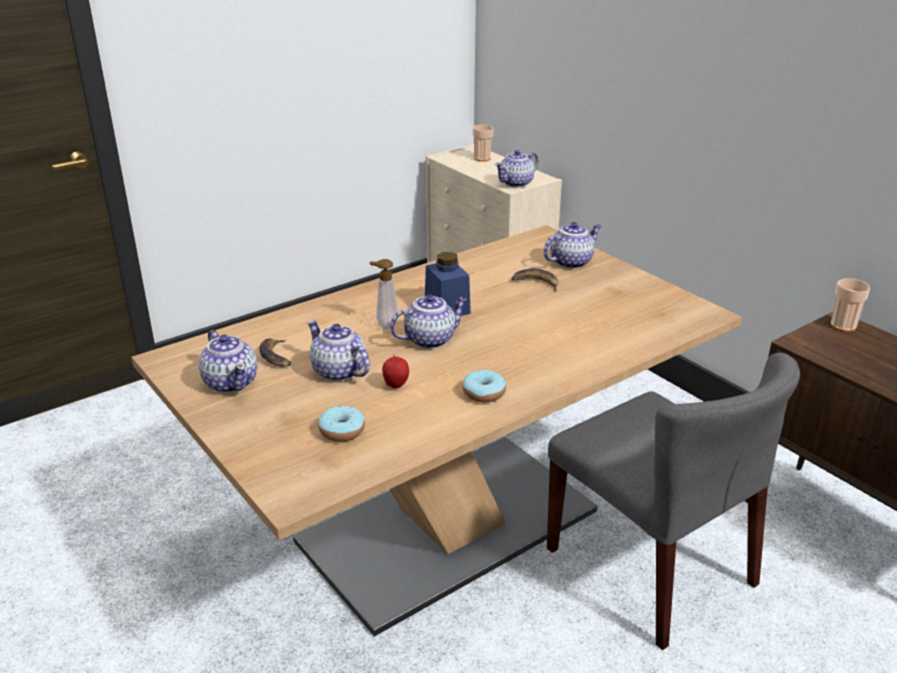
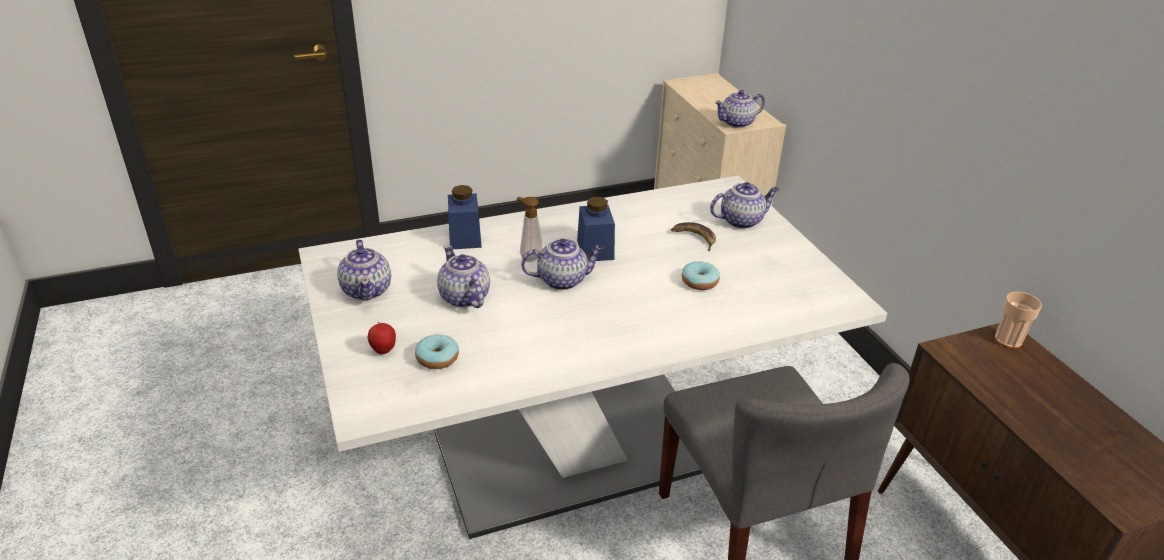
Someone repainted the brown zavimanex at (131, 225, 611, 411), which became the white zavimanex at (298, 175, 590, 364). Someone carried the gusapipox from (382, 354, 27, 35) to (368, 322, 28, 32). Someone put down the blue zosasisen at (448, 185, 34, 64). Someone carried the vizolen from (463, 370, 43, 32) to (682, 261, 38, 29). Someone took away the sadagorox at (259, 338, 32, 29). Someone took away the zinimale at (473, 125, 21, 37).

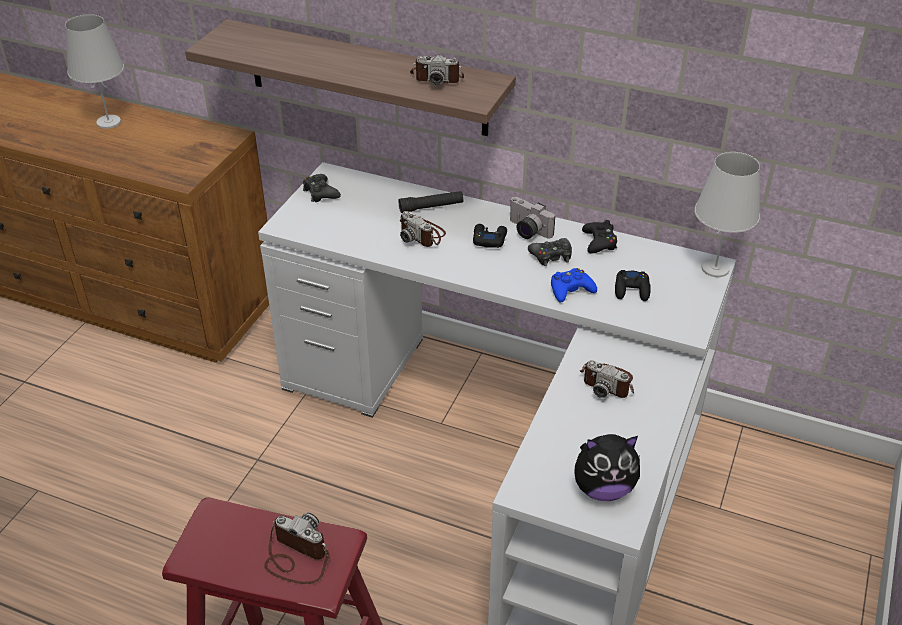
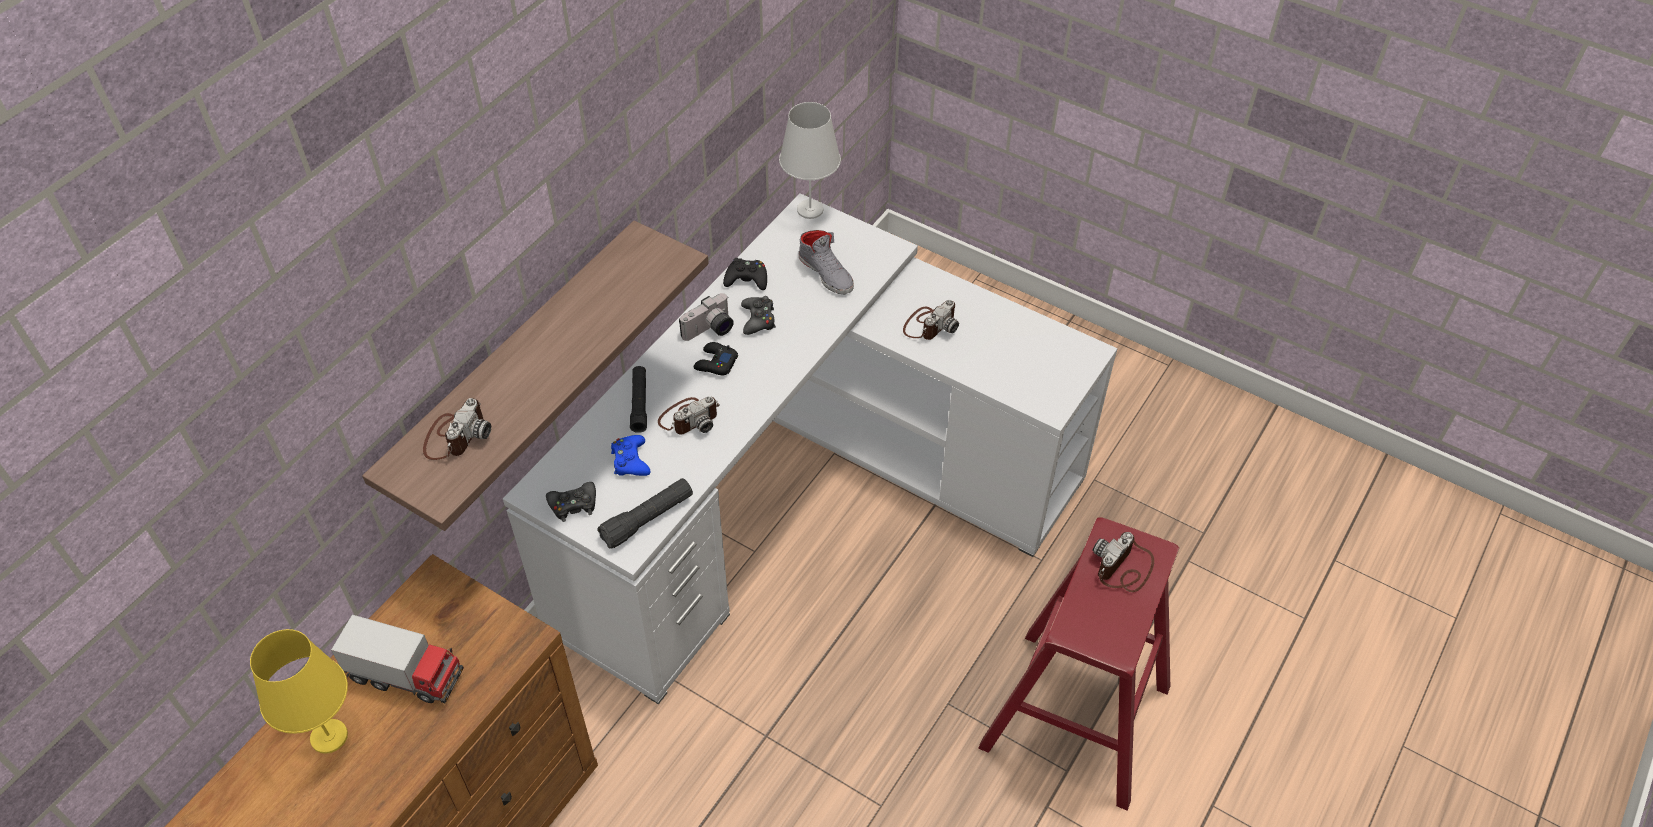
Someone repainted the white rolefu at (65, 14, 59, 115), which became the yellow rolefu at (250, 629, 98, 125). Someone put down the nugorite at (331, 614, 133, 89). Someone carried the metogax from (410, 55, 54, 30) to (423, 398, 68, 62). Someone put down the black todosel at (597, 478, 96, 71). Someone carried the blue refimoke from (551, 268, 46, 35) to (611, 435, 40, 41). Someone swapped the black refimoke at (615, 270, 36, 31) for the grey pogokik at (799, 230, 55, 64). Someone took away the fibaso at (574, 434, 66, 67).

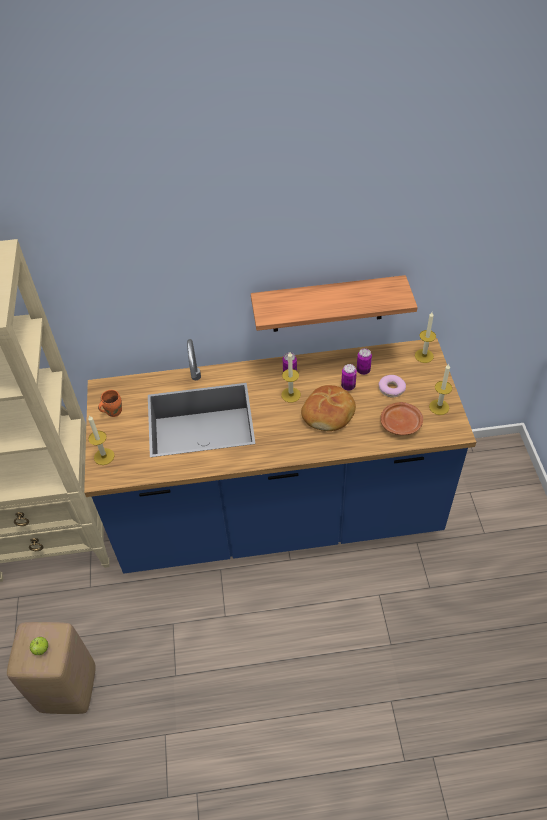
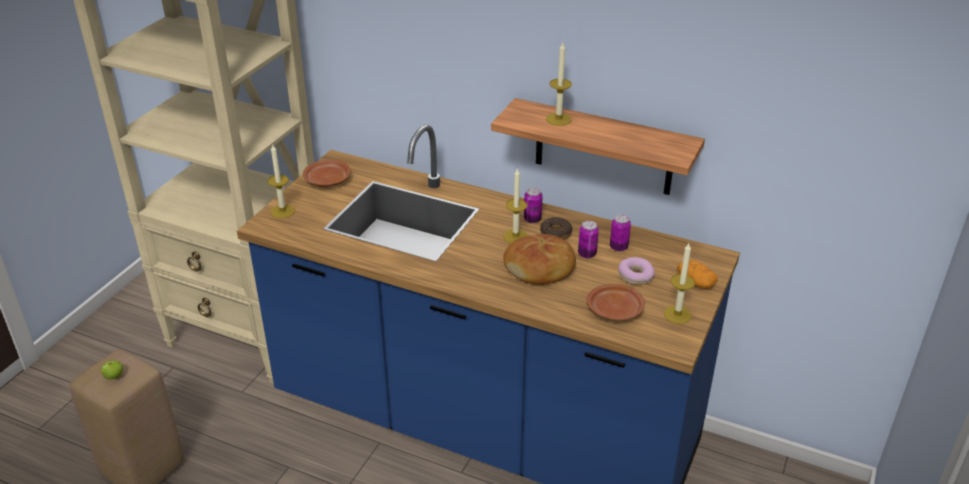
Someone swapped the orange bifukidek at (98, 390, 24, 27) for the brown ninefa at (303, 160, 48, 27). Someone put down the vizolen at (540, 217, 32, 23). Someone carried the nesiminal from (415, 313, 21, 50) to (546, 43, 26, 83). Someone put down the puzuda at (677, 260, 41, 29).

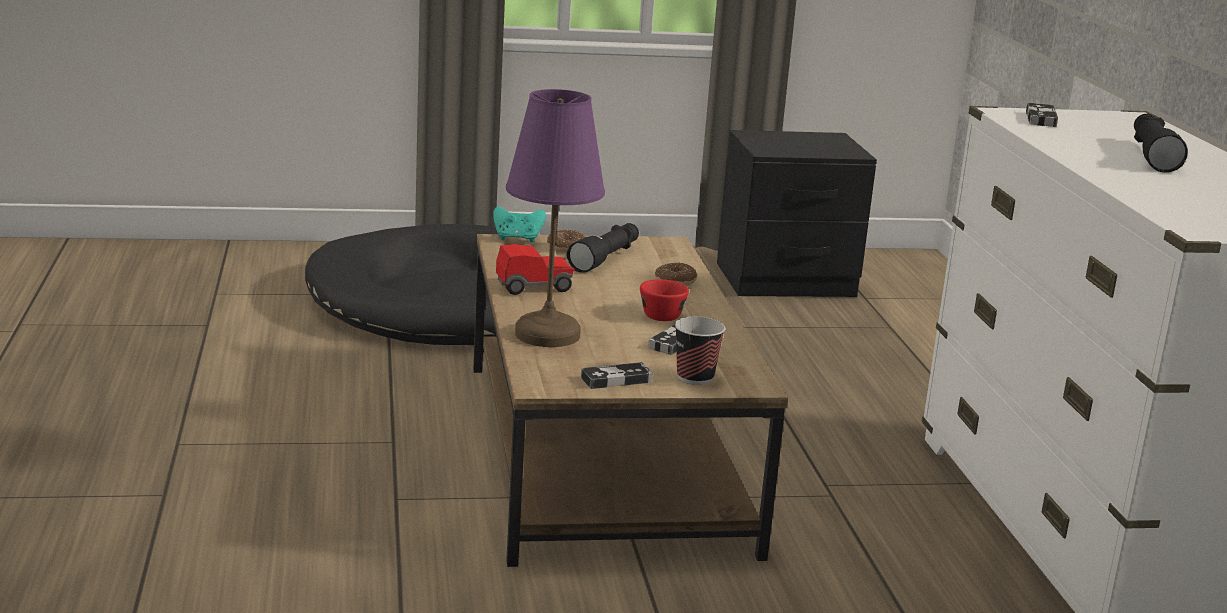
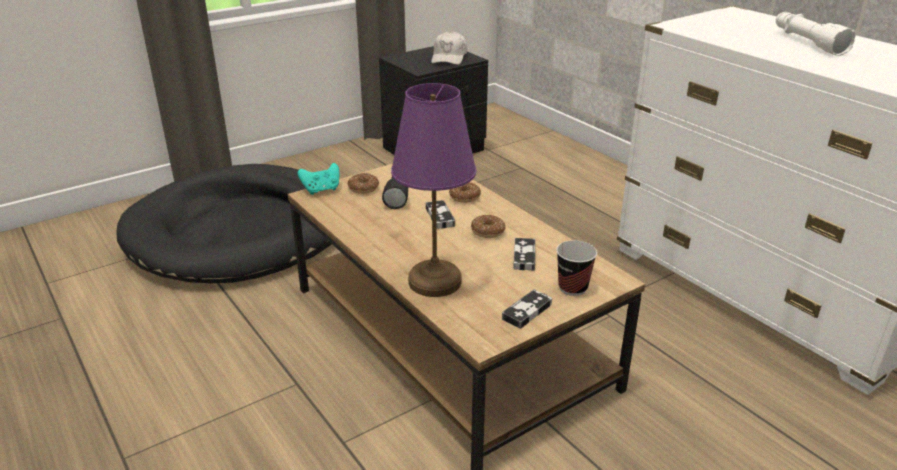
Someone carried the refimoke from (1026, 103, 32, 24) to (426, 200, 29, 29). Someone put down the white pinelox at (431, 31, 36, 34). Someone swapped the red zinimale at (640, 279, 49, 42) for the vizolen at (471, 215, 35, 23). Someone repainted the black todosel at (1134, 114, 54, 59), which became the white todosel at (776, 12, 80, 44). Someone took away the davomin at (496, 244, 79, 51).

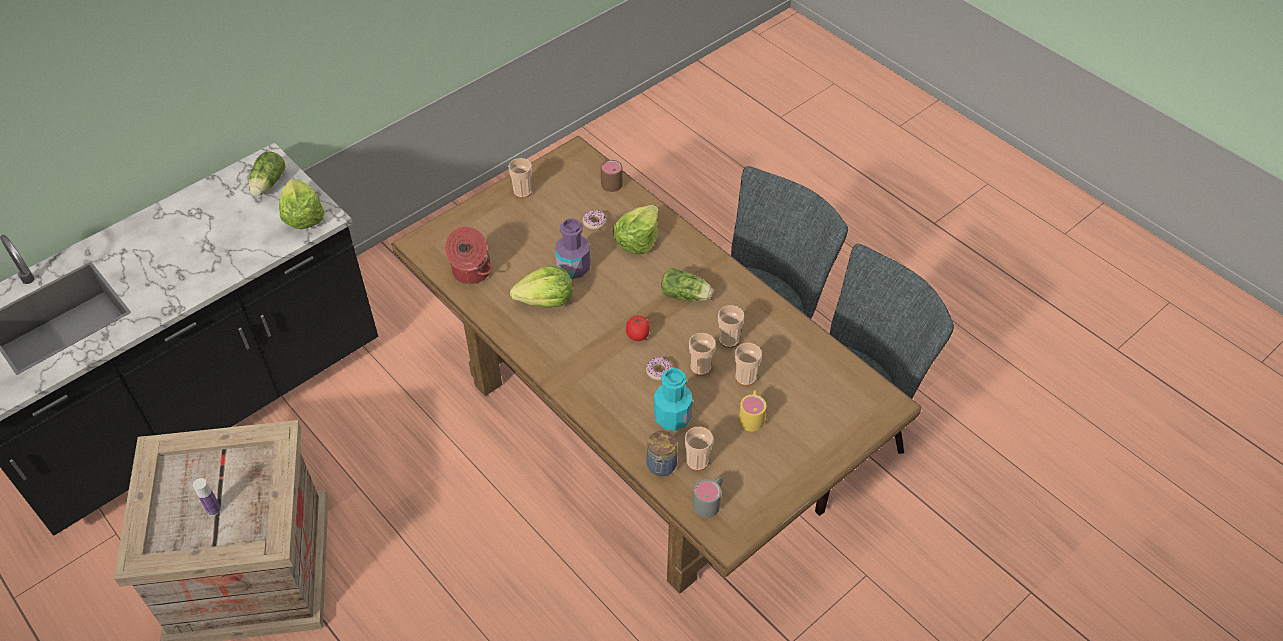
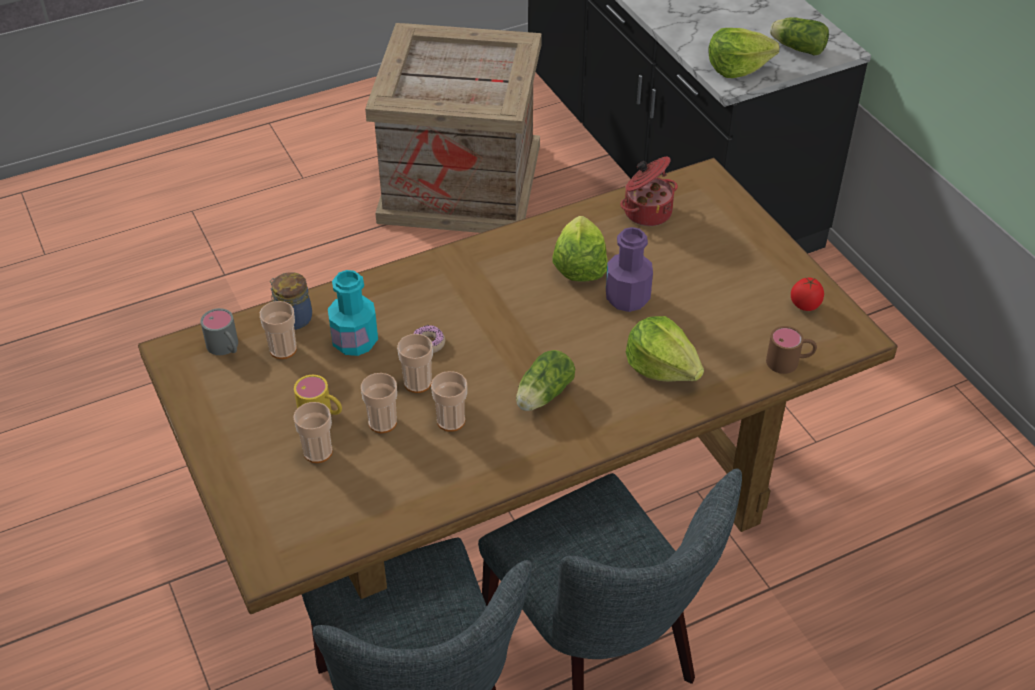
Someone carried the zinimale from (508, 158, 24, 40) to (293, 402, 40, 61). Someone carried the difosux from (626, 315, 24, 26) to (791, 277, 33, 34). Someone took away the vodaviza at (193, 478, 28, 38). Someone took away the vizolen at (583, 210, 24, 20).

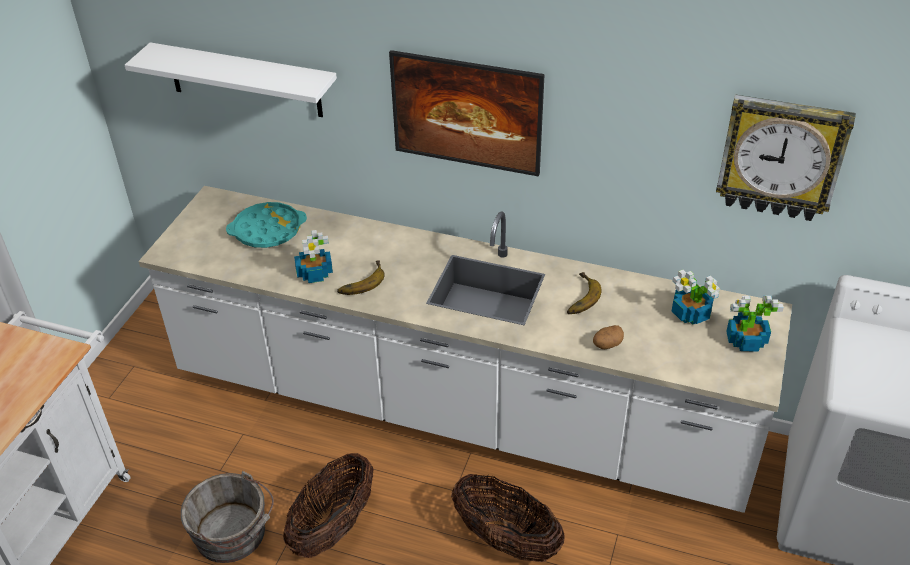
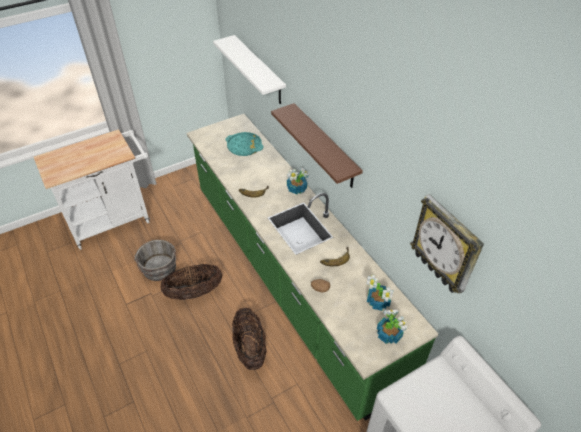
Someone repainted the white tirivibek at (138, 186, 654, 327), which became the green tirivibek at (187, 114, 251, 307). Someone swapped the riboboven at (389, 50, 156, 127) for the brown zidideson at (271, 103, 92, 85). Someone carried the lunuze from (294, 230, 39, 53) to (287, 168, 22, 26).

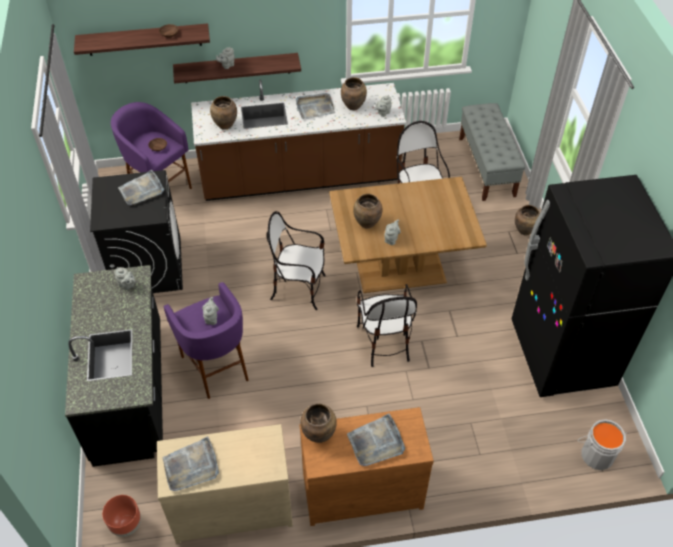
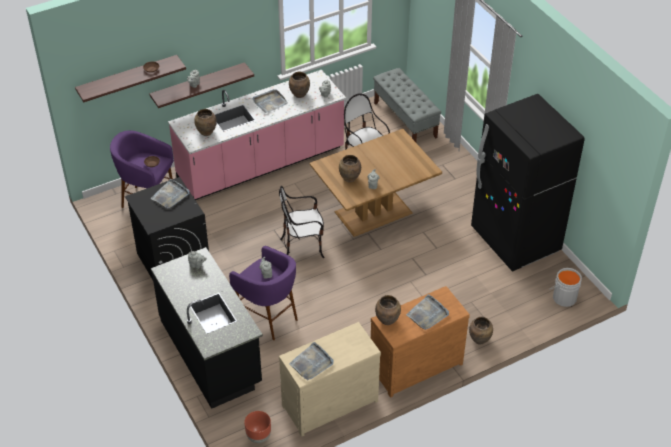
Someone repainted the brown tirivibek at (191, 79, 215, 122), which became the pink tirivibek at (168, 70, 178, 130). Someone carried the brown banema from (515, 205, 25, 30) to (469, 317, 24, 28). Someone took away the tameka at (357, 284, 60, 83).

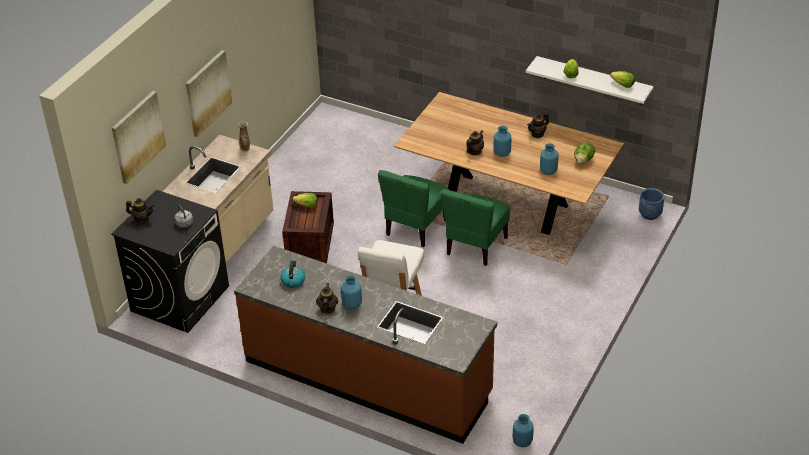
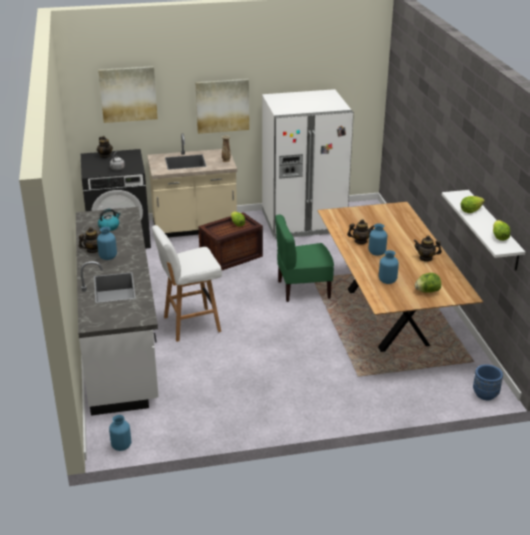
Someone repainted the brown tirivibek at (234, 245, 263, 199), which became the white tirivibek at (76, 207, 83, 209). Someone put down the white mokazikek at (262, 89, 92, 150). Someone took away the green tameka at (441, 189, 69, 77).

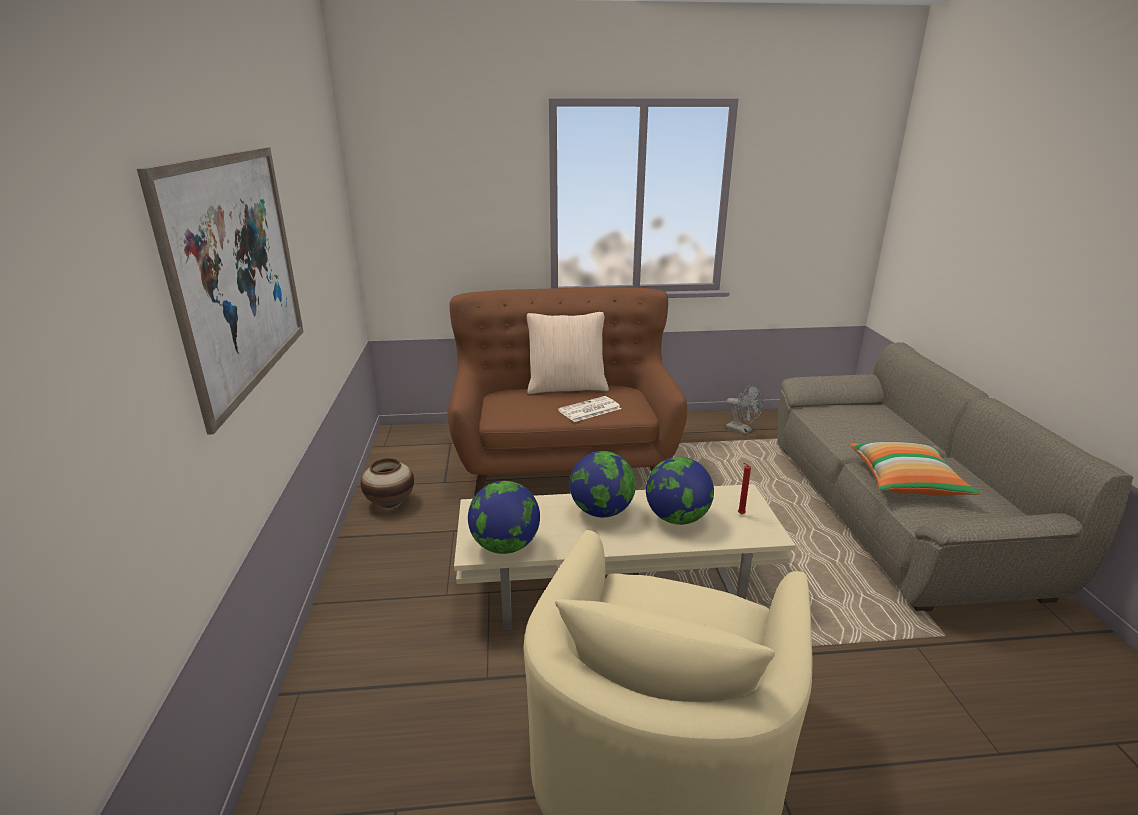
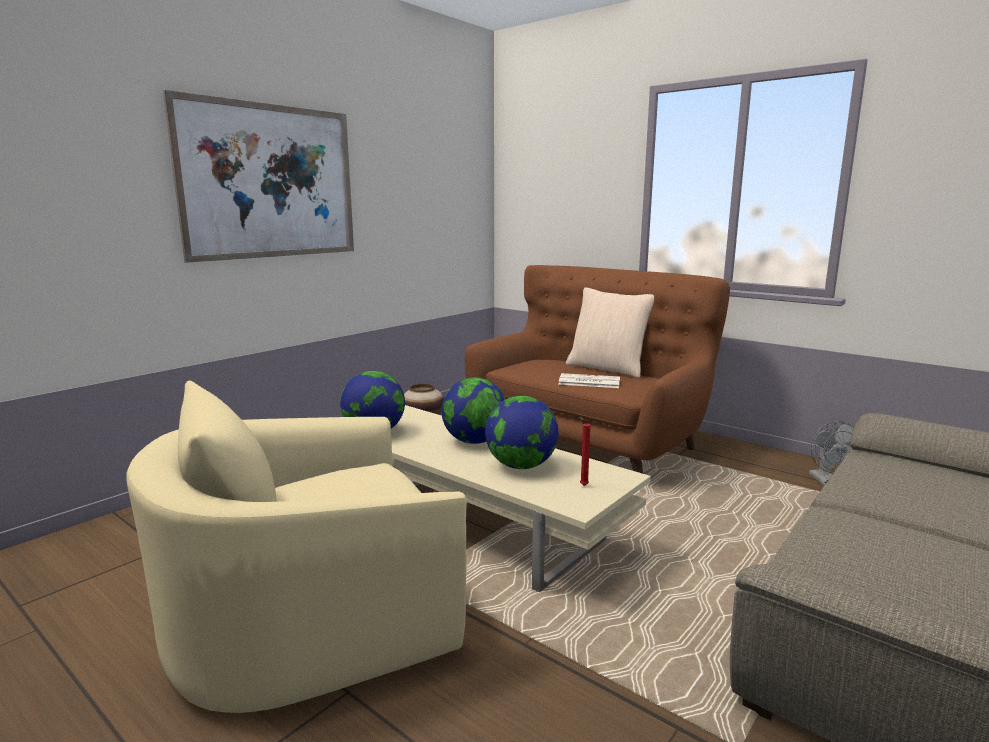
Someone took away the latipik at (850, 442, 130, 54).

